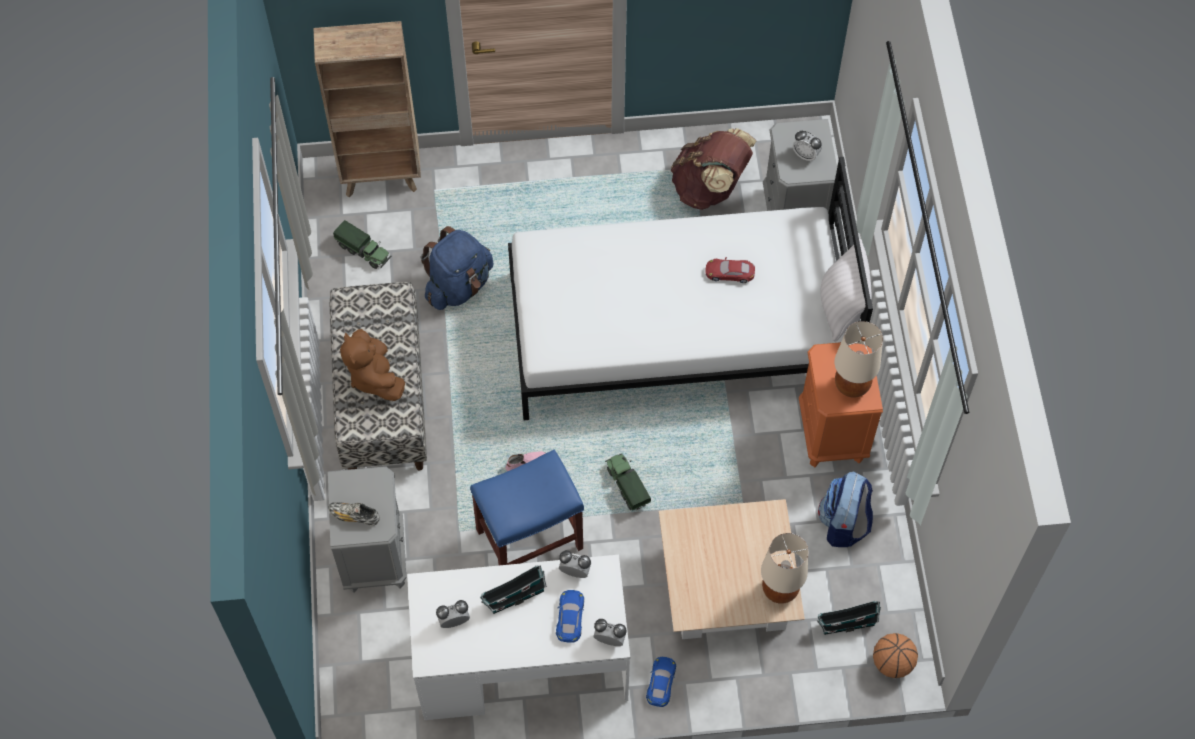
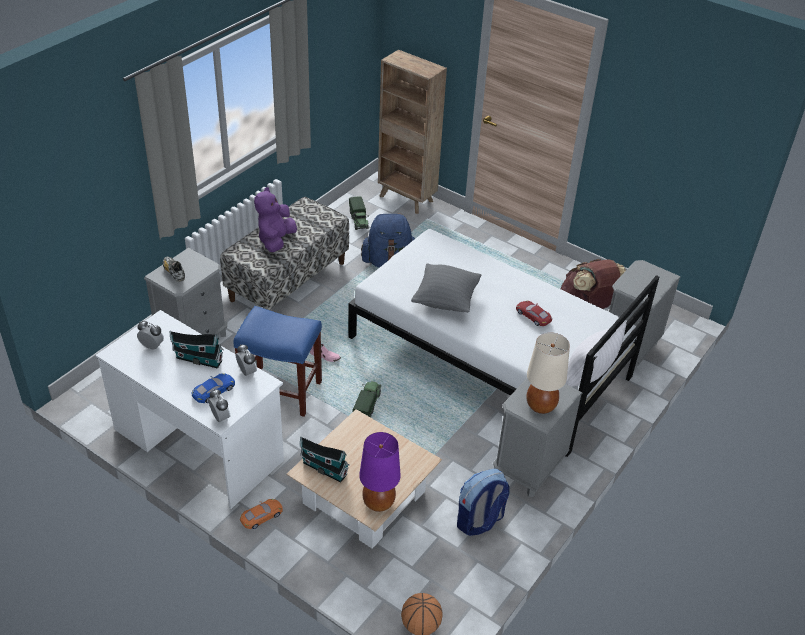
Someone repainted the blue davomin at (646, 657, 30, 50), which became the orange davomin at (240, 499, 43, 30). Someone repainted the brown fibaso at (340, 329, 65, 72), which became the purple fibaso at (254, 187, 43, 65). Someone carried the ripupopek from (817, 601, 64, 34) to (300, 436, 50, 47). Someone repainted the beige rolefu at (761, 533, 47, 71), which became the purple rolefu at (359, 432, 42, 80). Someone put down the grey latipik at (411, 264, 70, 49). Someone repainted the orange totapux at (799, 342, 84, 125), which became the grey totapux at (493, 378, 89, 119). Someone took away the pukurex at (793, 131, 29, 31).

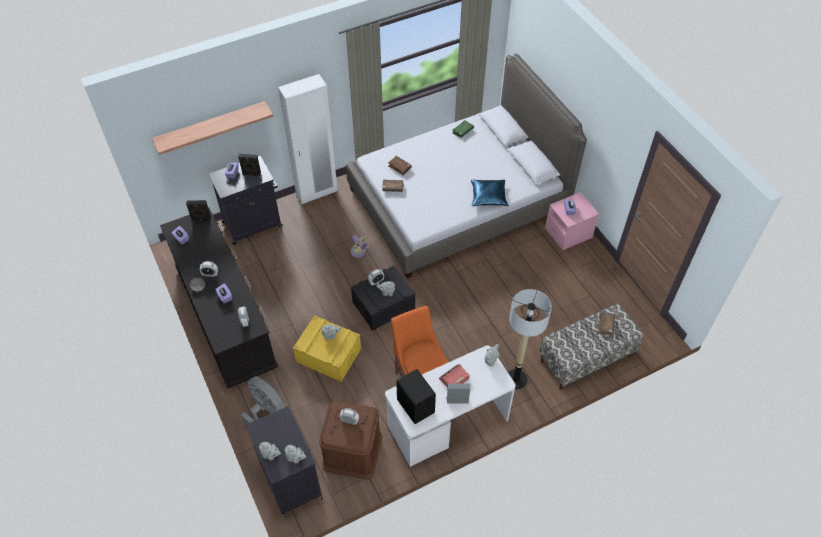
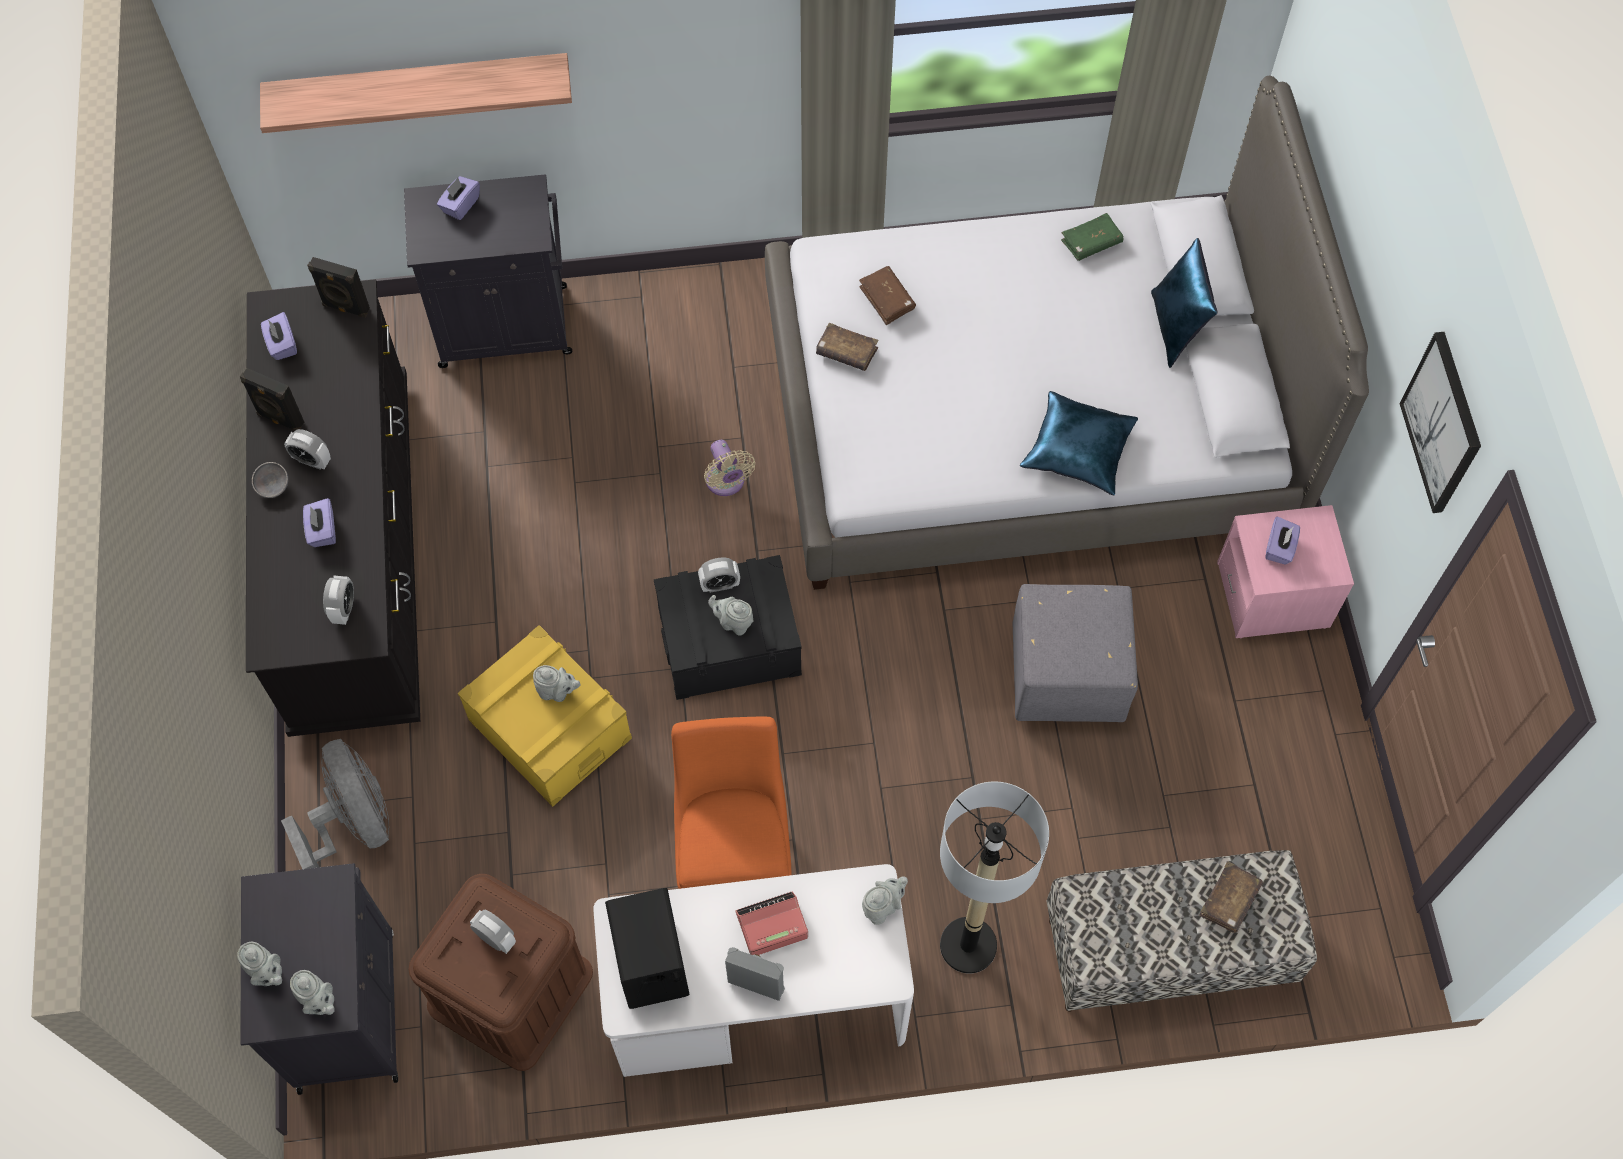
Someone carried the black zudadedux from (238, 154, 23, 22) to (240, 368, 64, 63). Someone put down the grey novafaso at (1013, 584, 125, 138). Someone put down the blue latipik at (1151, 238, 67, 130). Someone put up the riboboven at (1399, 332, 82, 181). Someone took away the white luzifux at (278, 74, 59, 130).

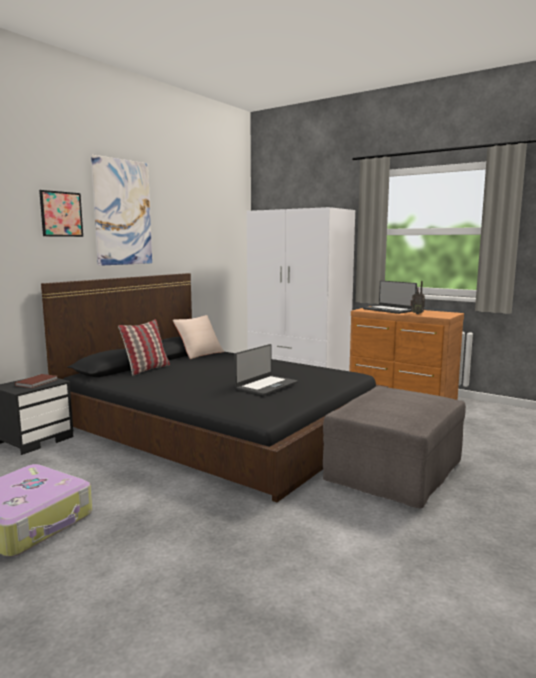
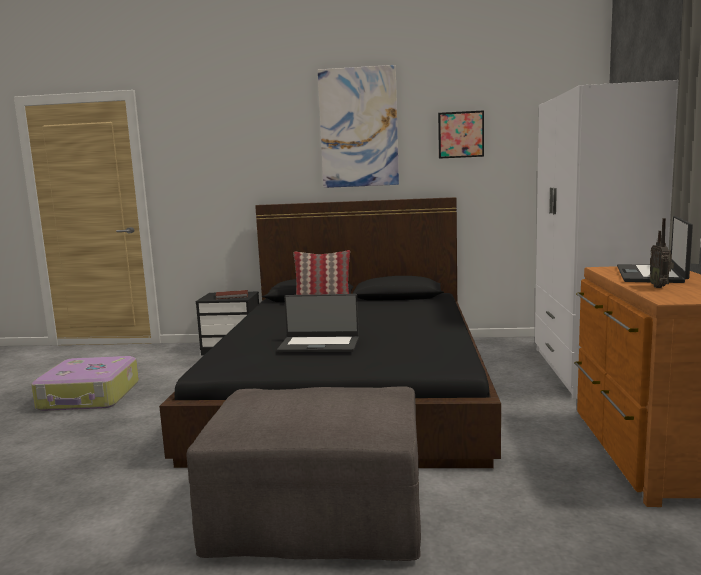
Someone carried the riboboven from (39, 190, 44, 47) to (438, 110, 46, 49). Someone took away the beige latipik at (173, 315, 51, 44).

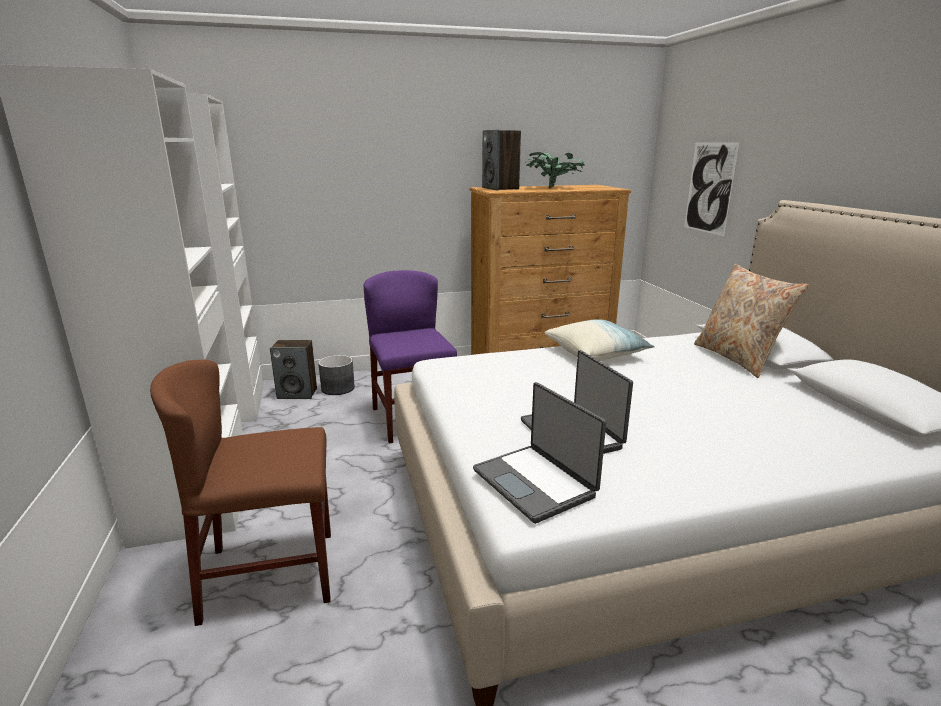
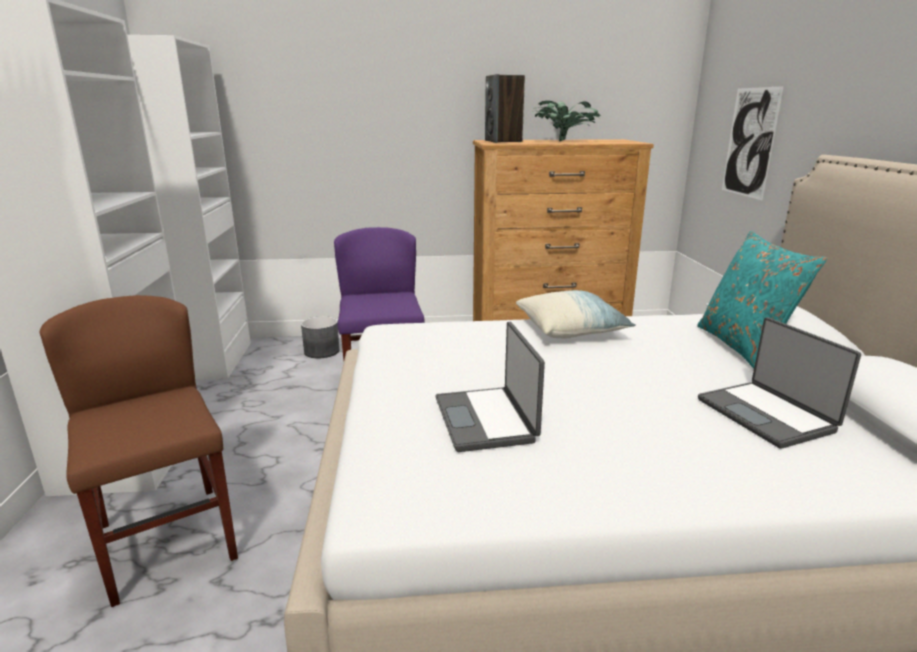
Someone rotated the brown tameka at (150, 360, 181, 266) by 60 degrees clockwise. Someone repainted the beige latipik at (694, 264, 115, 114), which became the turquoise latipik at (697, 231, 130, 138). Someone carried the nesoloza from (473, 382, 133, 142) to (698, 317, 163, 132). Someone took away the zudadedux at (270, 340, 47, 59).

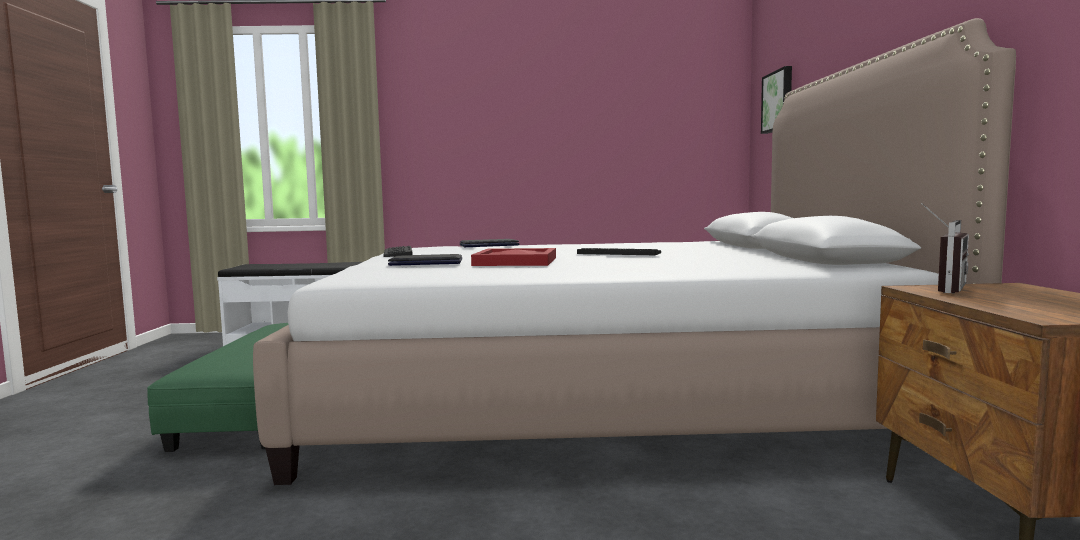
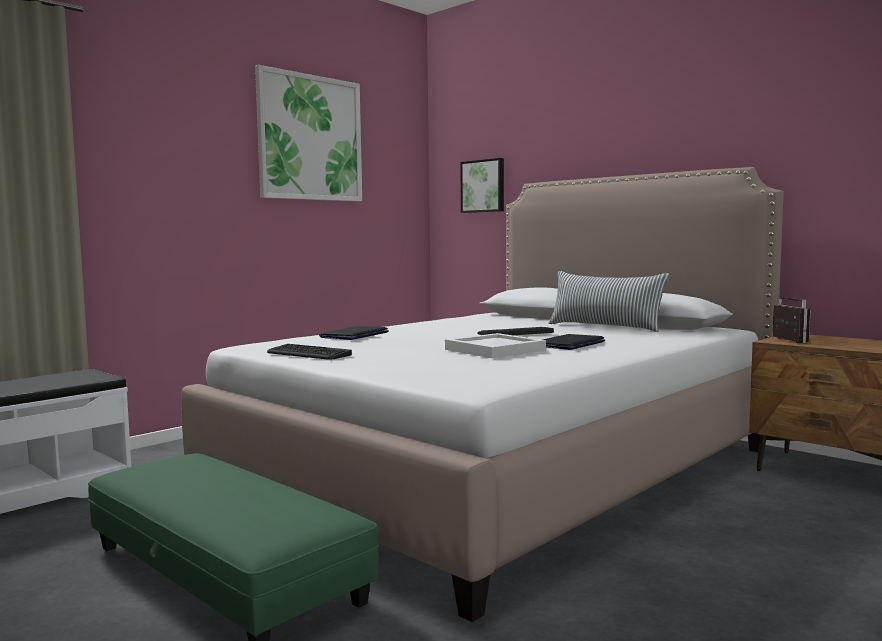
Someone put up the riboboven at (255, 65, 107, 137). Someone repainted the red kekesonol at (471, 248, 85, 18), which became the white kekesonol at (445, 333, 101, 25). Someone carried the nesoloza from (388, 254, 74, 12) to (542, 334, 63, 16). Someone put down the latipik at (549, 271, 120, 61).

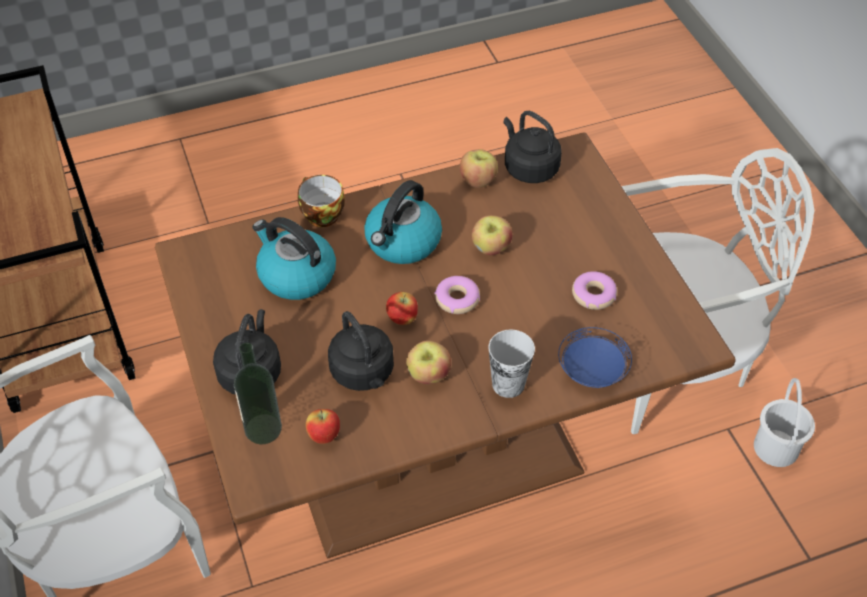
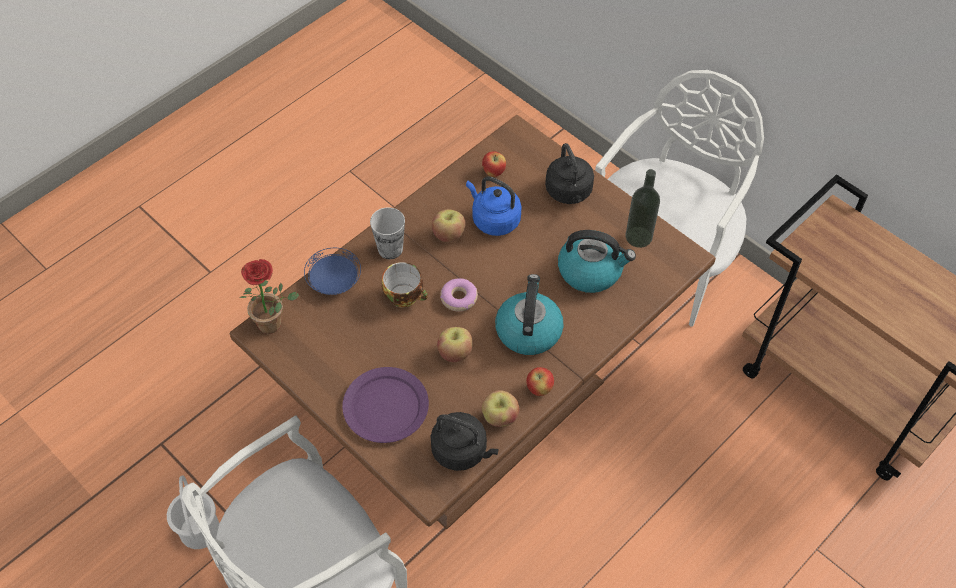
Someone put down the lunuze at (239, 259, 60, 75). Someone put down the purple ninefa at (342, 367, 87, 76). Someone carried the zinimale from (298, 175, 47, 52) to (382, 262, 46, 46). Someone repainted the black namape at (328, 311, 66, 80), which became the blue namape at (466, 176, 56, 60). Someone carried the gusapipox from (386, 292, 32, 33) to (526, 367, 28, 29). Someone carried the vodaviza from (234, 343, 48, 101) to (626, 169, 34, 79). Someone took away the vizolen at (572, 271, 45, 39).

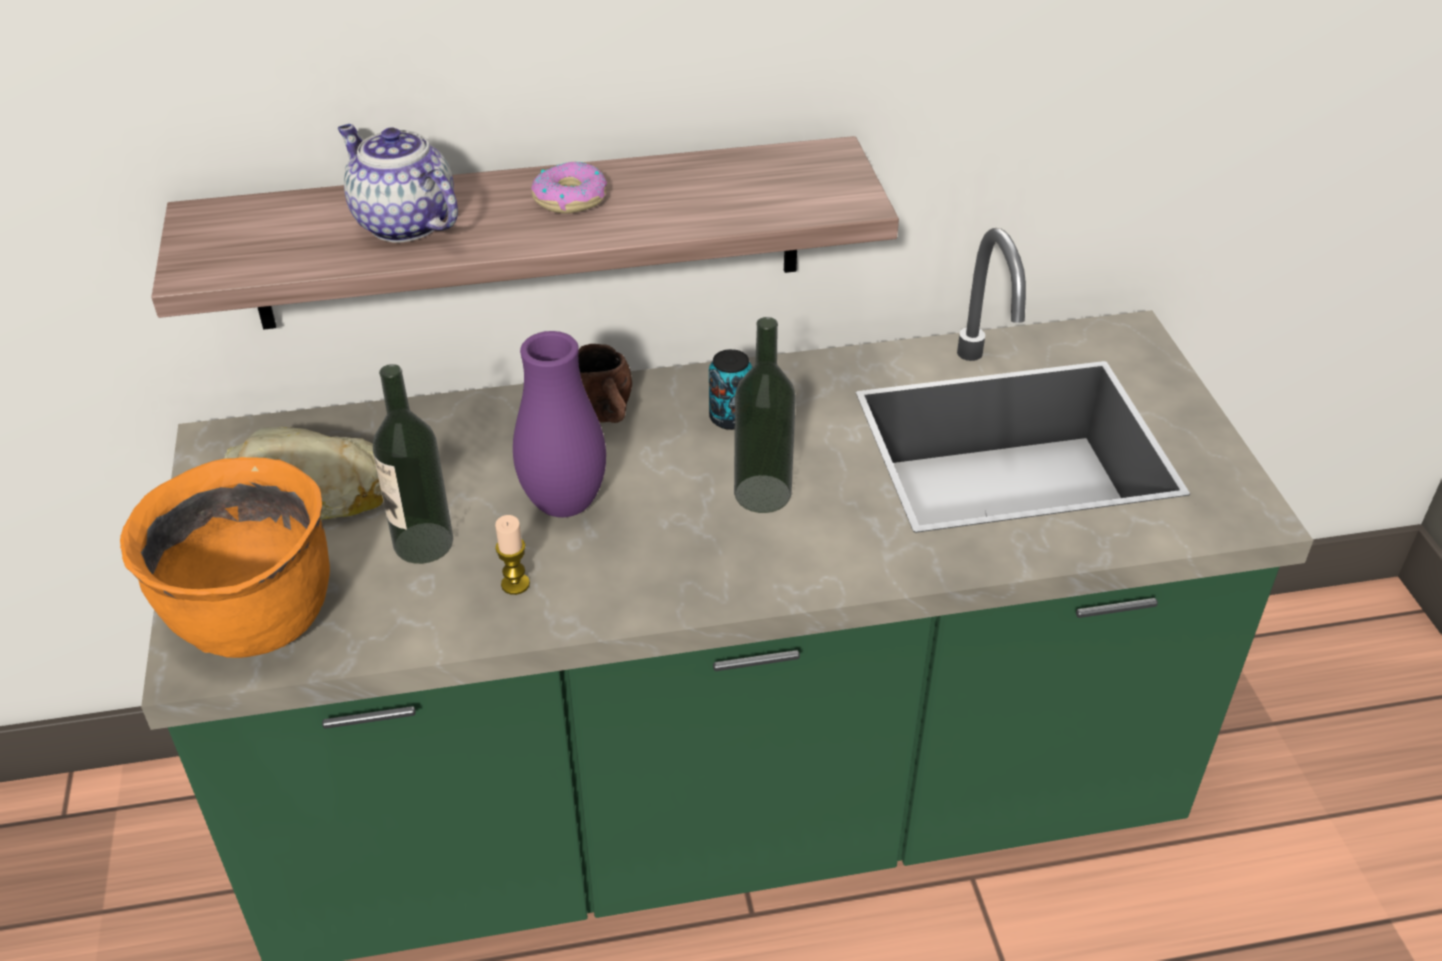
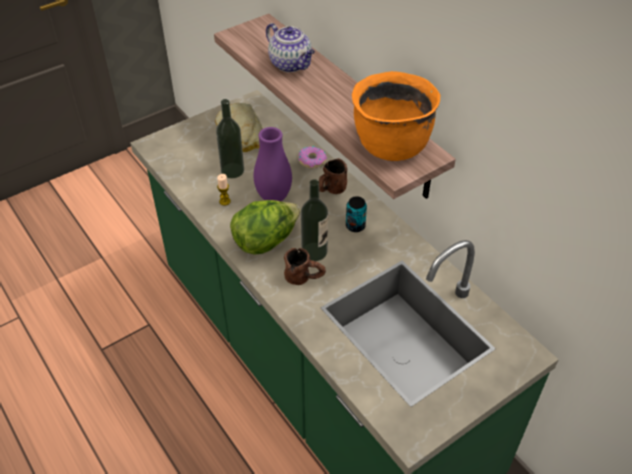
Someone put down the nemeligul at (230, 200, 70, 55). Someone rotated the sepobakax at (338, 124, 120, 119) by 120 degrees clockwise. Someone put down the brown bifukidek at (284, 248, 42, 37). Someone carried the vizolen from (531, 162, 76, 52) to (298, 146, 29, 22). Someone carried the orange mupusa from (120, 457, 210, 201) to (352, 71, 88, 90).

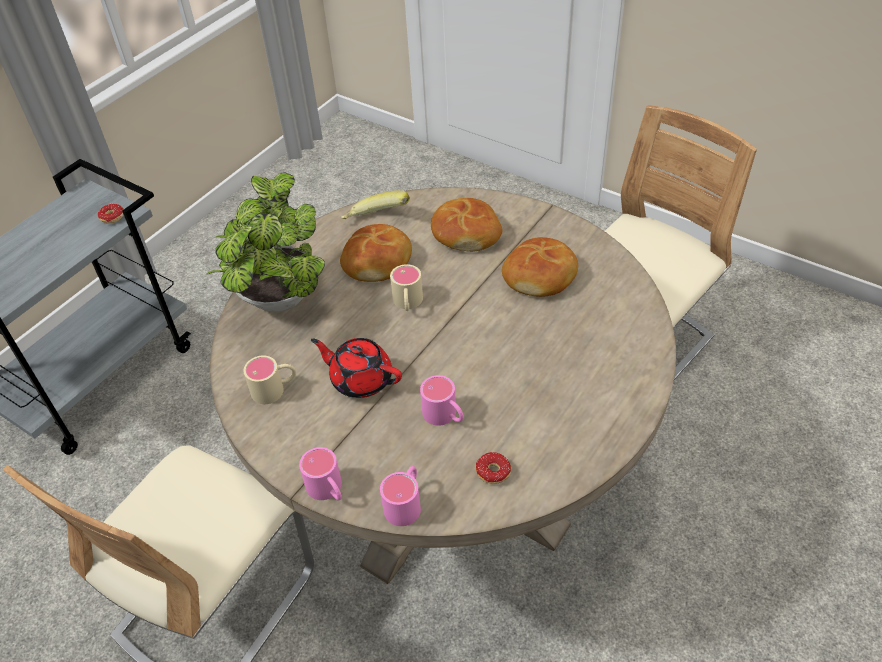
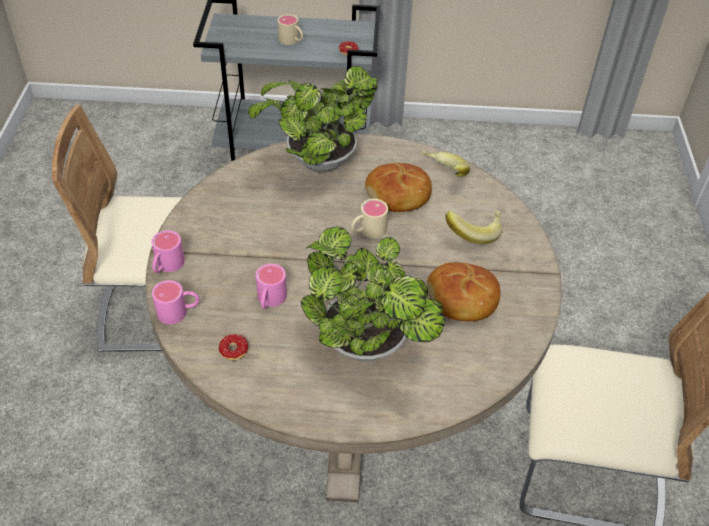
Someone carried the beige bifukidek from (243, 355, 53, 49) to (278, 14, 25, 31). Someone put down the lunuze at (301, 226, 143, 135). Someone swapped the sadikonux at (431, 198, 71, 54) for the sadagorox at (445, 211, 57, 33). Someone took away the red sepobakax at (311, 338, 91, 60).

